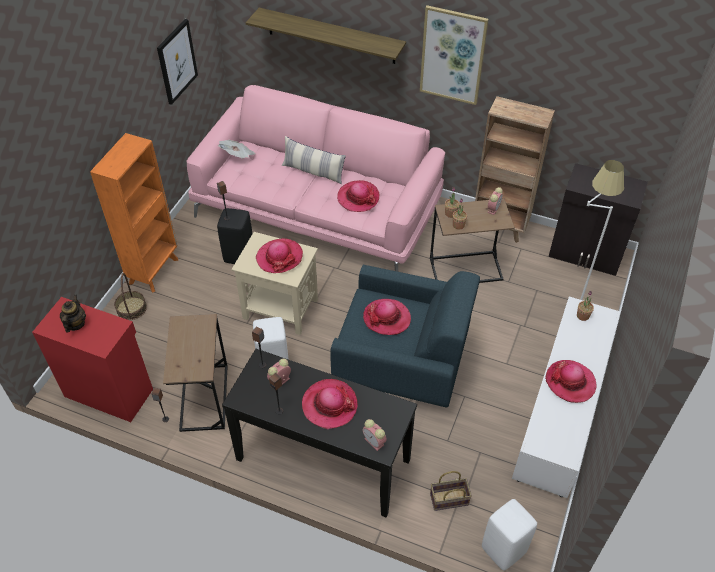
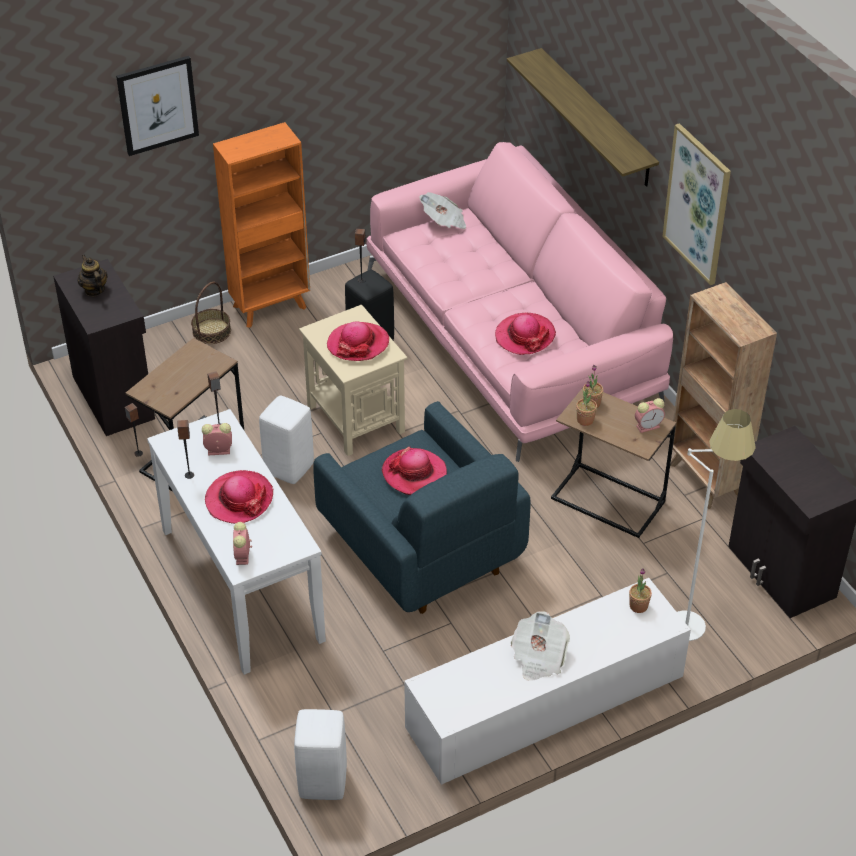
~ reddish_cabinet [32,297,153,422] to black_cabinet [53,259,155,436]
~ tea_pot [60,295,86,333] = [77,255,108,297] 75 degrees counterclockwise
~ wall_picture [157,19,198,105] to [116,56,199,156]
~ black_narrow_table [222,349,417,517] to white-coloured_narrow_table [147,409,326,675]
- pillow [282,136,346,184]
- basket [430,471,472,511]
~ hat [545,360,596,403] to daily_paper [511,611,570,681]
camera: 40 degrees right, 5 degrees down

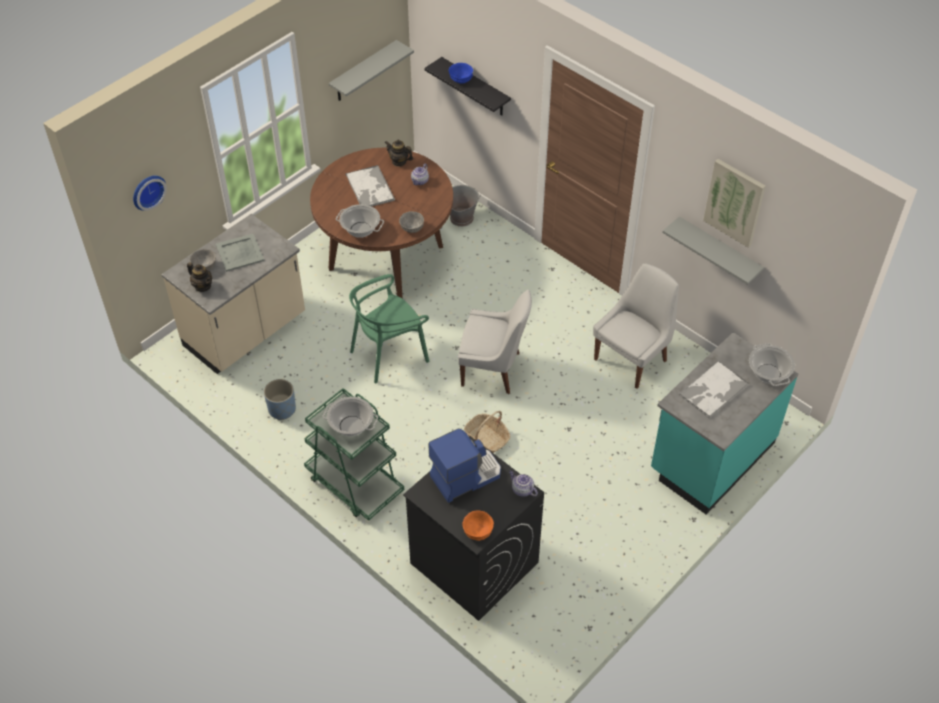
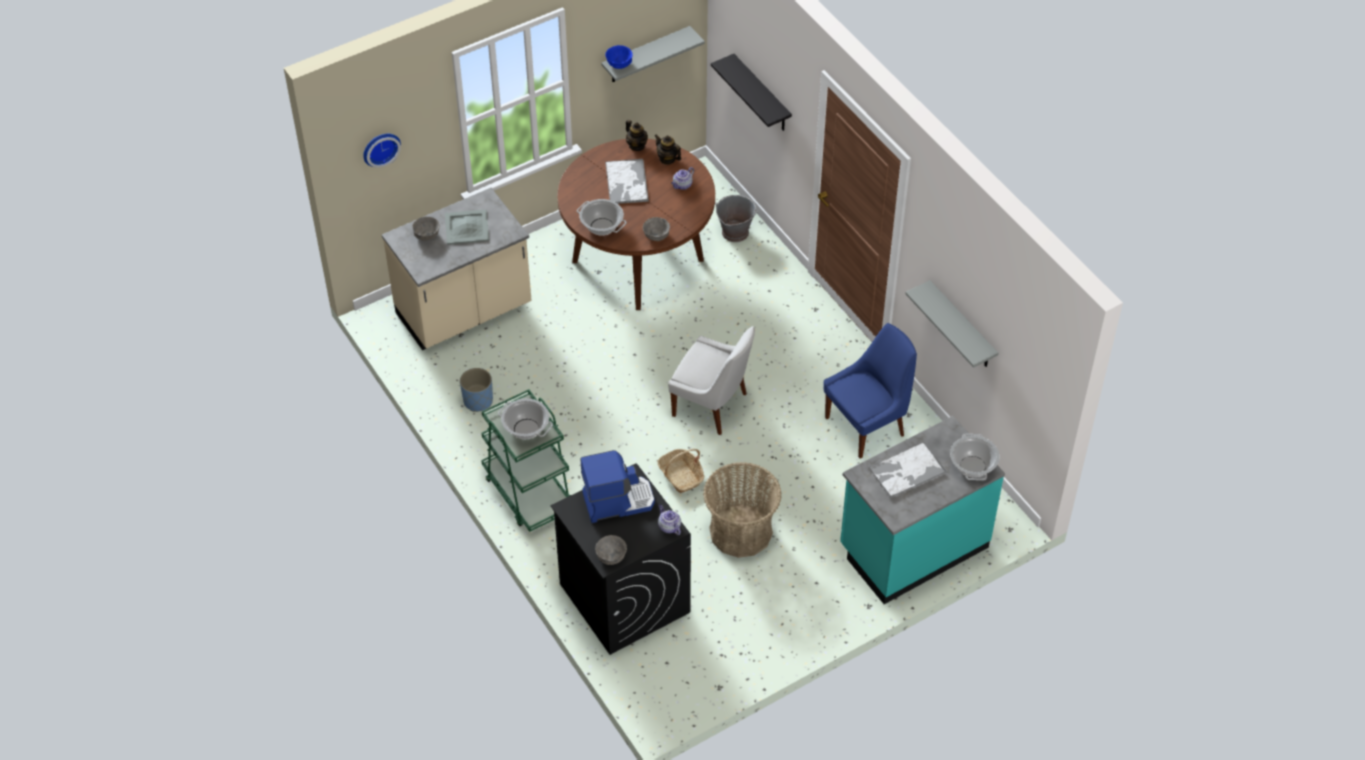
~ tea_pot [187,262,212,292] to [626,119,648,151]
- green-coloured_upright_chair [349,274,430,383]
~ blue-coloured_serving_bowl [449,63,473,84] to [605,45,633,69]
~ orange-coloured_serving_bowl [463,510,494,541] to gray_serving_bowl [595,535,627,565]
~ white-coloured_upright_chair [593,263,679,389] to blue-coloured_upright_chair [824,323,917,459]
- wall_picture [703,159,766,248]
+ basket [703,462,782,558]
camera: 15 degrees right, 0 degrees up

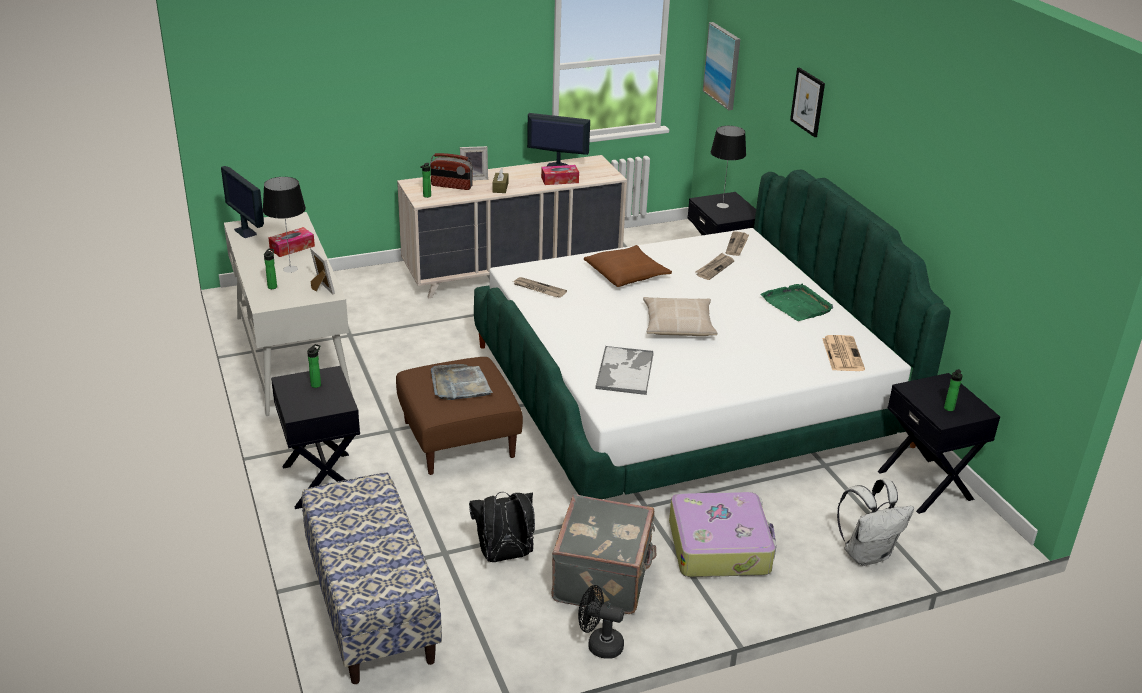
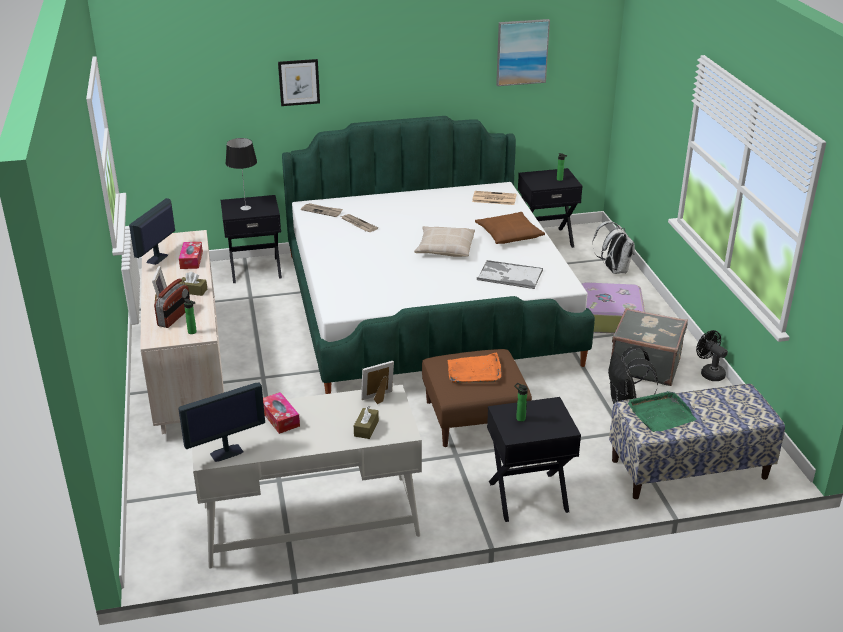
- lamp_for_a_table [263,177,306,273]
~ bottle [264,249,277,289] to brown-coloured_tissue_box [354,406,379,439]
~ gray_carrying_tray [431,364,493,400] to orange-coloured_carrying_tray [448,352,501,383]
- daily_paper [513,277,567,298]
~ black_electric_fan [578,585,624,659] = [696,330,728,381] 120 degrees clockwise
~ brown-coloured_pillow [584,245,672,287] to [475,212,545,244]
~ wall_picture [703,22,740,110] to [496,19,550,86]
~ green-coloured_carrying_tray [760,283,833,321] to [628,391,697,432]
camera: 80 degrees left, 0 degrees up

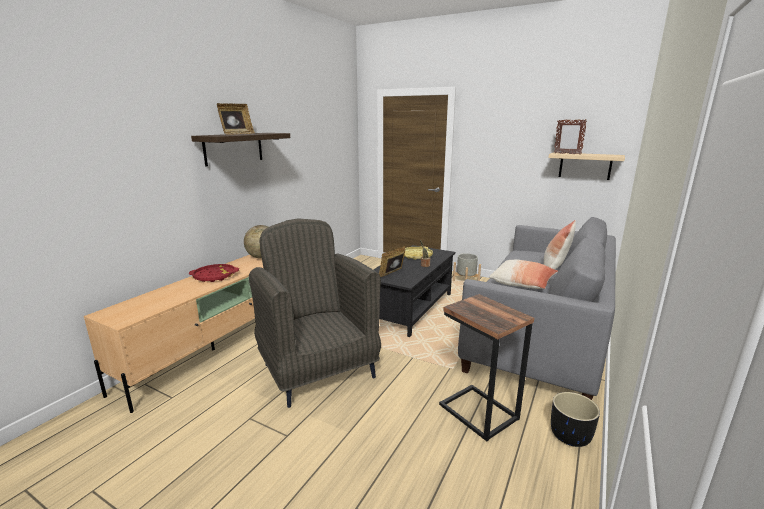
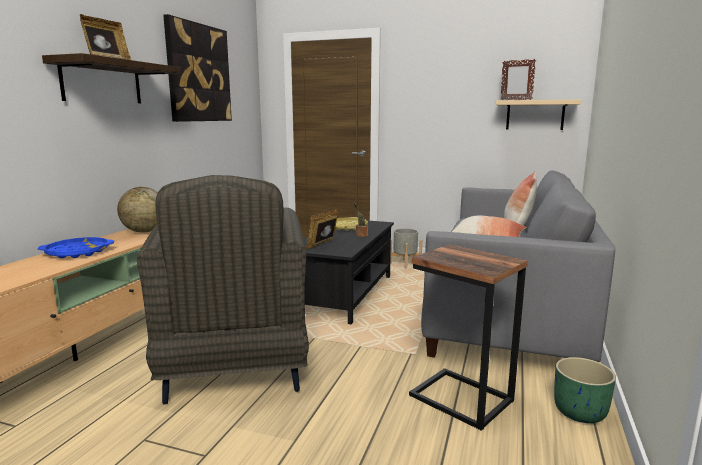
~ reddish_carrying_tray [189,264,239,282] to blue-coloured_carrying_tray [38,237,114,258]
~ gray_armchair [249,218,381,408] = [137,175,309,404] 150 degrees counterclockwise
~ black_planter [551,392,600,447] to green-coloured_planter [554,357,616,423]
+ wall_picture [163,14,232,122]
camera: 10 degrees left, 5 degrees down

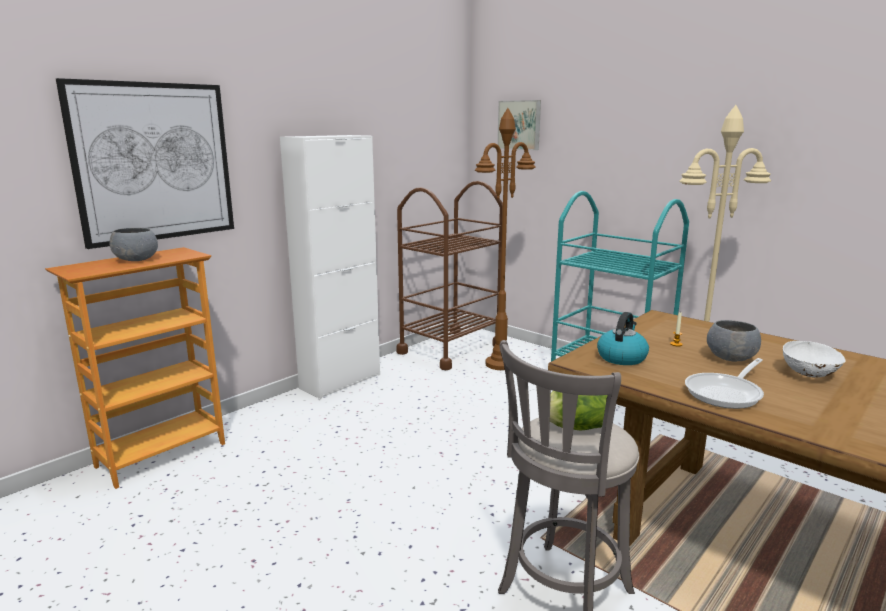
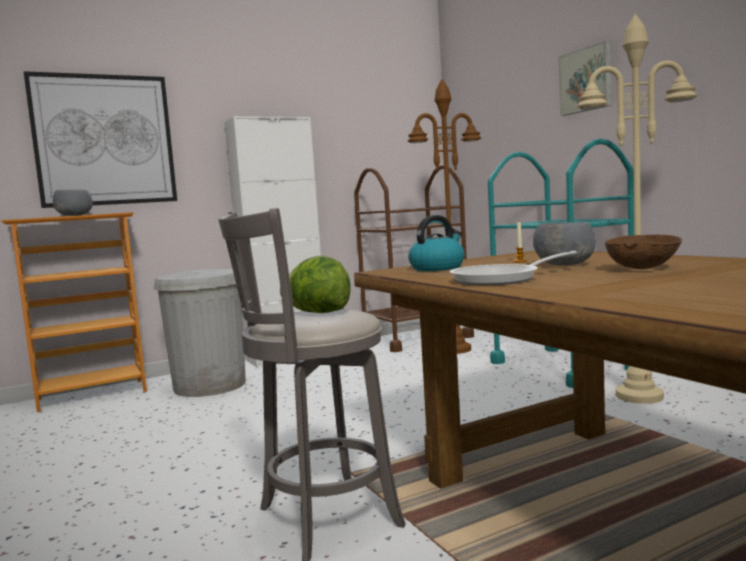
~ wall_picture [497,100,541,150] to [559,41,612,116]
~ white-coloured_serving_bowl [783,341,846,378] to brown-coloured_serving_bowl [605,234,683,269]
+ white-coloured_rubbish_bin [154,269,246,397]
camera: 20 degrees right, 10 degrees down

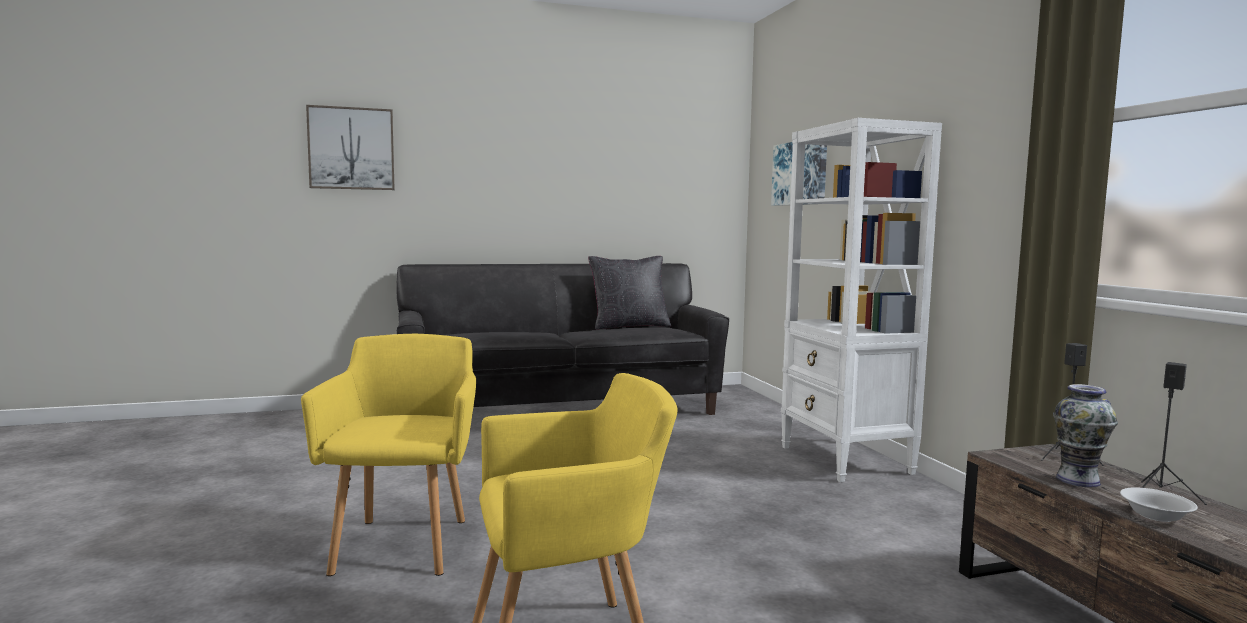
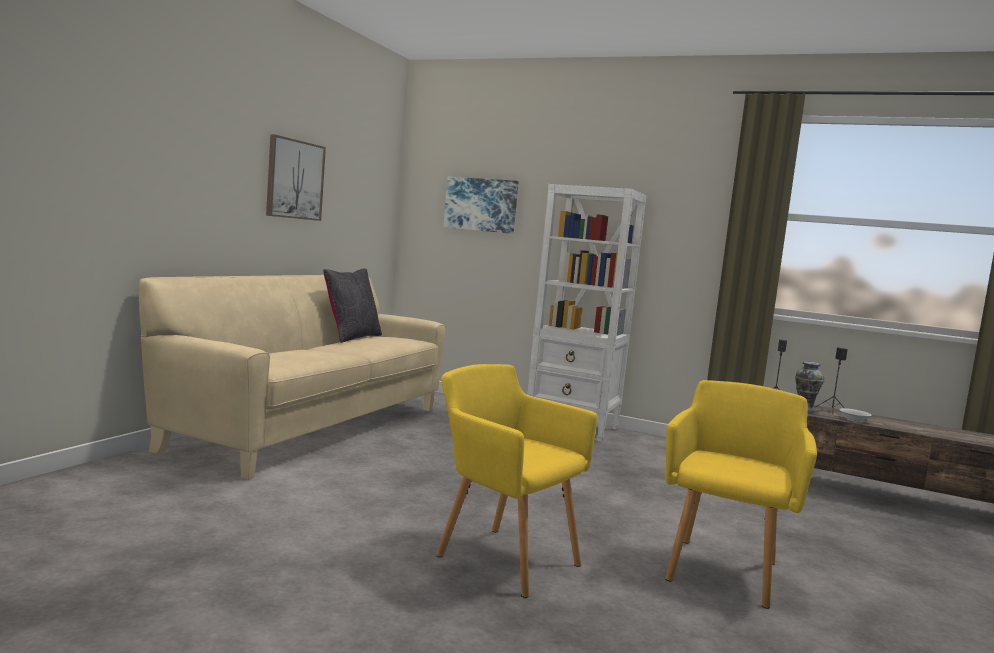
~ wall_picture [306,105,395,190] to [266,134,326,221]
~ black_sofa [396,263,729,415] to beige-coloured_sofa [139,275,446,480]
camera: 50 degrees left, 0 degrees up

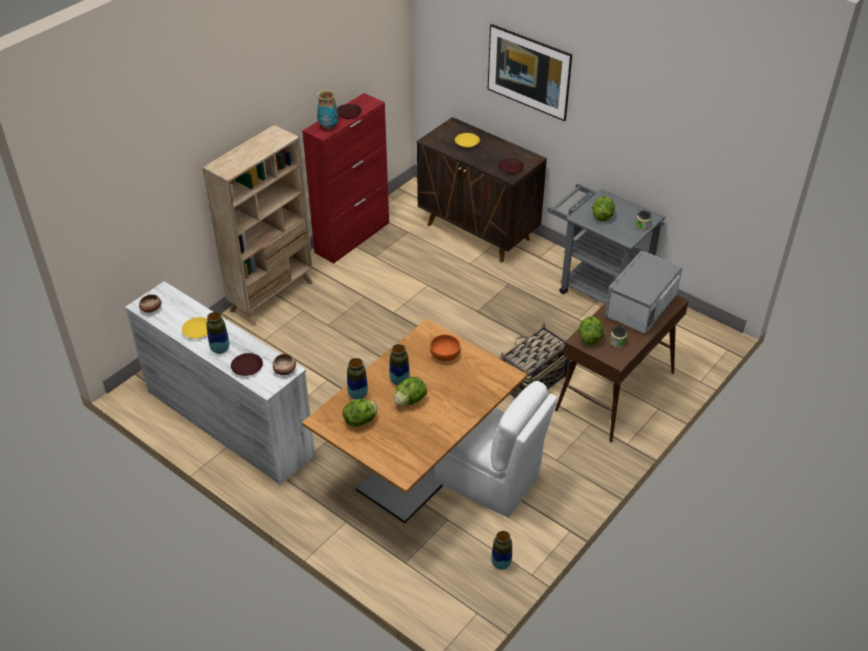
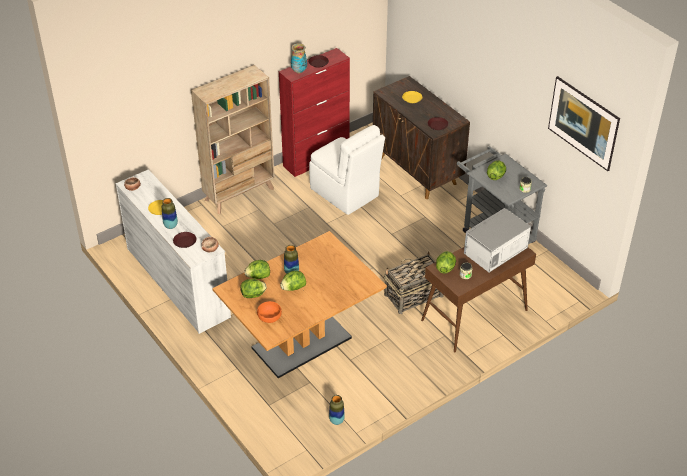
~ flower_vase [347,358,368,400] to head_of_lettuce [245,260,270,279]
~ orange-coloured_serving_bowl [430,335,461,361] to [257,301,282,323]
~ white-coloured_upright_chair [434,381,557,518] to [309,125,385,215]
~ wall_picture [488,24,572,121] to [548,76,620,171]
camera: 15 degrees right, 0 degrees up

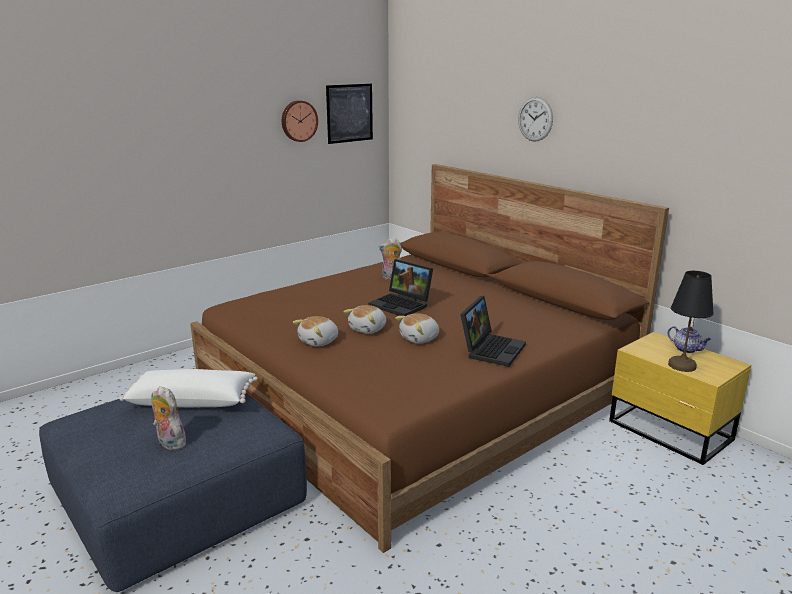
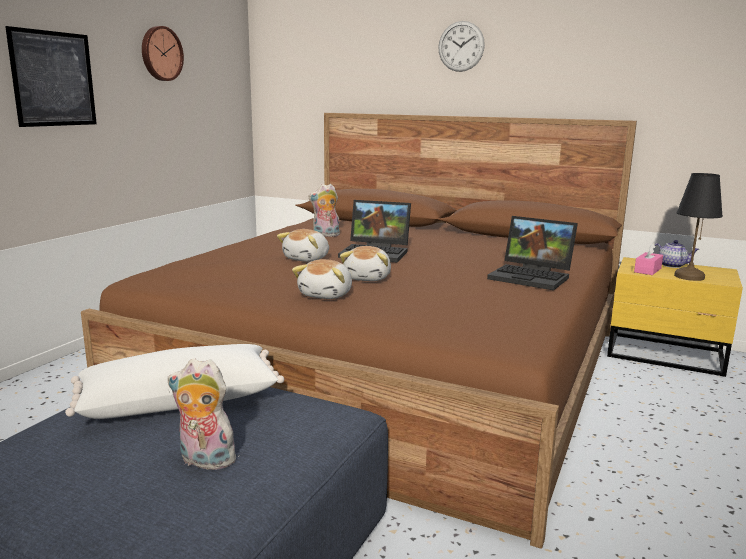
~ wall_picture [326,84,373,144] to [5,26,97,127]
~ soft_toy [395,313,439,344] to [277,229,329,262]
~ laptop [460,296,526,367] = [487,216,578,290] 120 degrees clockwise
+ pinkish_tissue_box [634,243,663,275]
camera: 25 degrees left, 5 degrees down

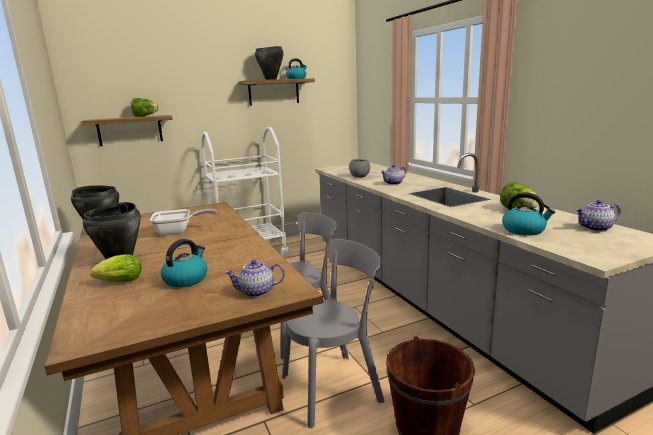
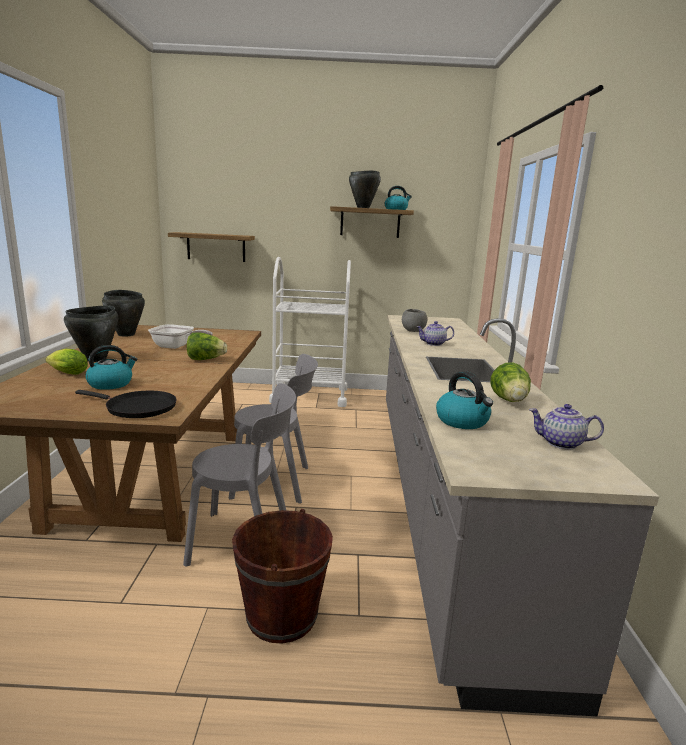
~ head_of_lettuce [131,98,159,117] to [187,333,227,360]
~ tea_pot [225,260,285,297] to black_skillet [75,390,177,418]
camera: 25 degrees right, 0 degrees up

